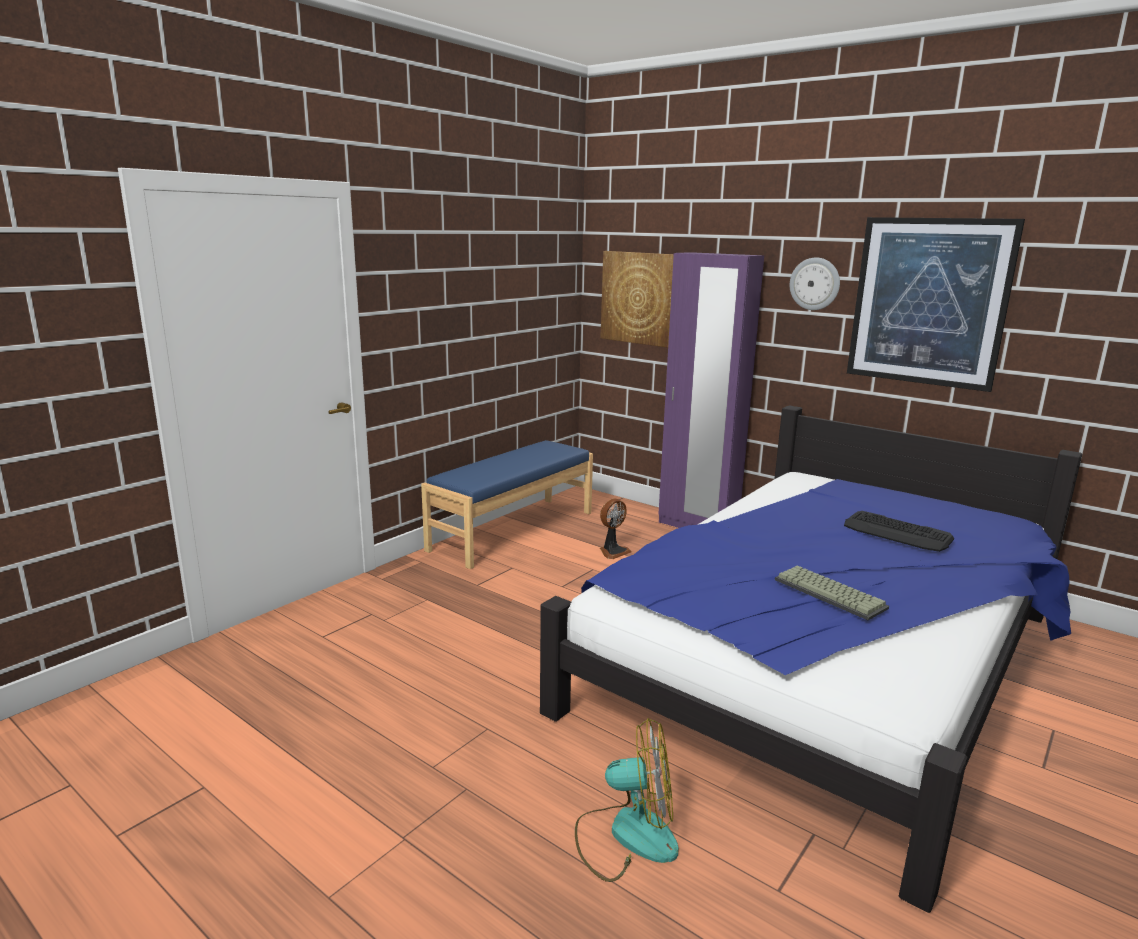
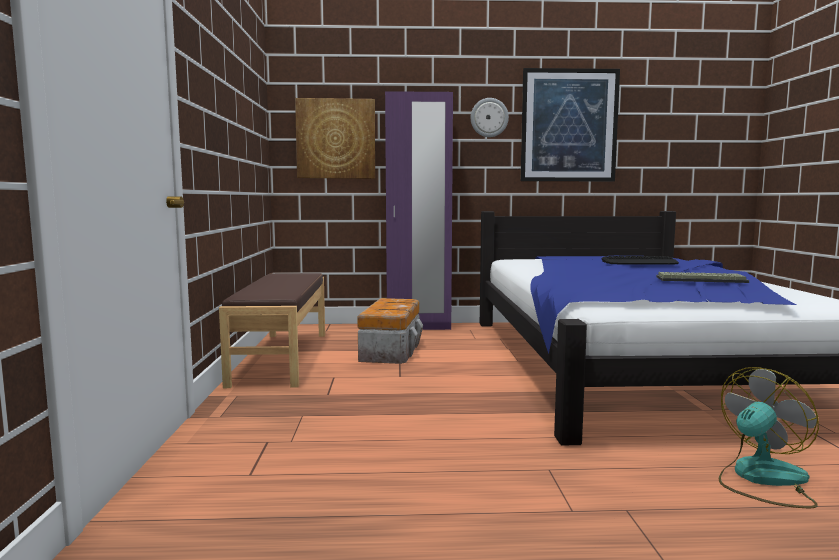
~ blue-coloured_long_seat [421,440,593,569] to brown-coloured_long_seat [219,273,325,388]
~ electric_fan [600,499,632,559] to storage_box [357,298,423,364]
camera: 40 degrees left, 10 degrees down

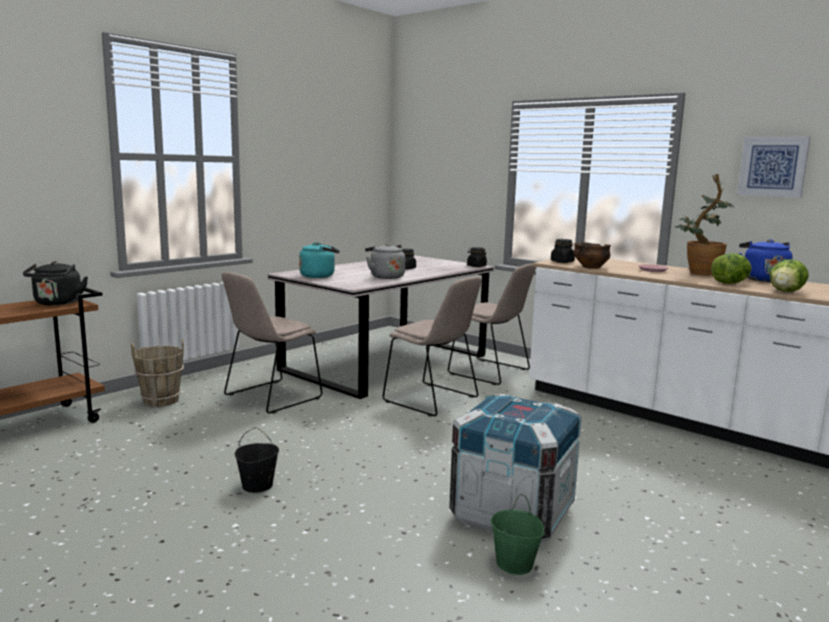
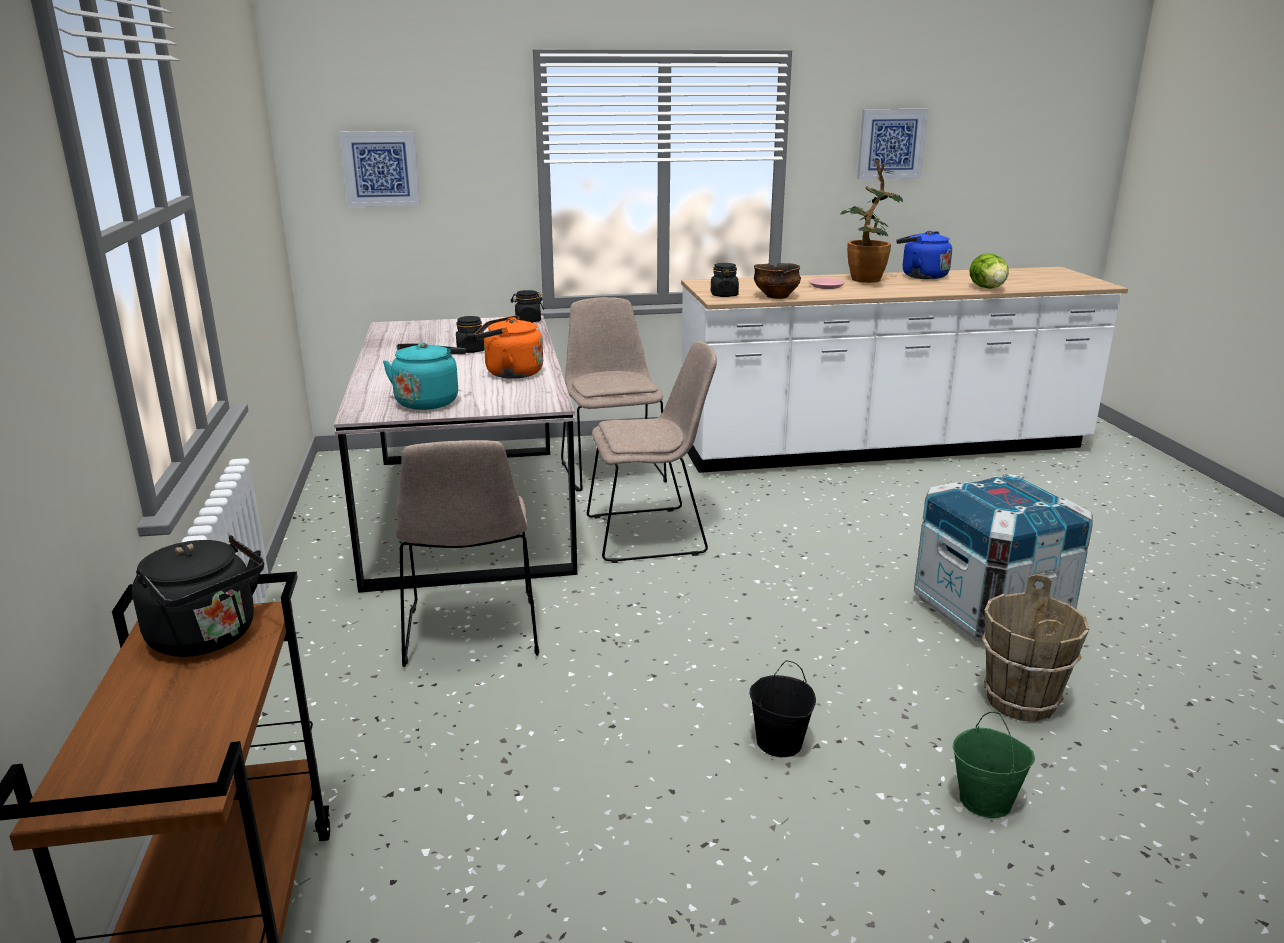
~ brown-coloured_pail [131,339,184,407] to [982,574,1089,722]
~ gray_kettle [365,243,405,279] to orange-coloured_kettle [475,315,543,379]
~ beige-coloured_upright_chair [448,263,536,385] = [561,297,667,491] 90 degrees counterclockwise
~ green-coloured_pail [491,494,544,575] to [953,712,1035,818]
- head_of_lettuce [711,253,752,284]
+ wall_picture [339,131,420,207]
camera: 50 degrees left, 10 degrees up

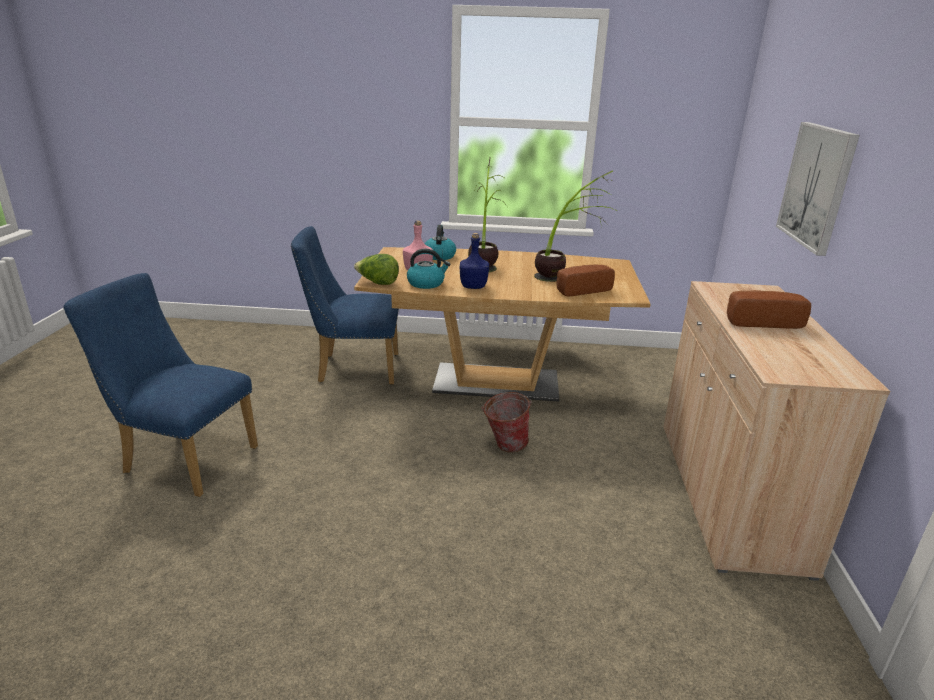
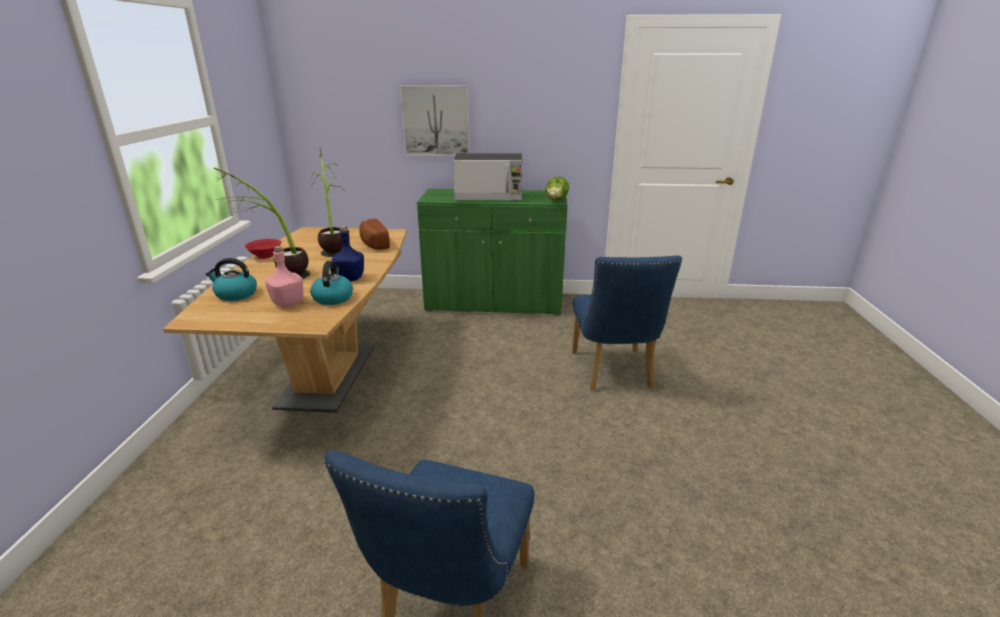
~ blue-coloured_upright_chair [291,226,399,385] to [572,255,682,391]
~ head_of_lettuce [354,254,399,285] to [545,177,569,201]
- pail [482,392,532,453]
~ beige-coloured_cabinet [664,281,890,581] to green-coloured_cabinet [417,189,567,316]
~ baked_bread [727,290,811,329] to microwave_oven [453,153,522,200]
+ reddish_serving_bowl [245,239,282,259]
camera: 90 degrees left, 0 degrees up

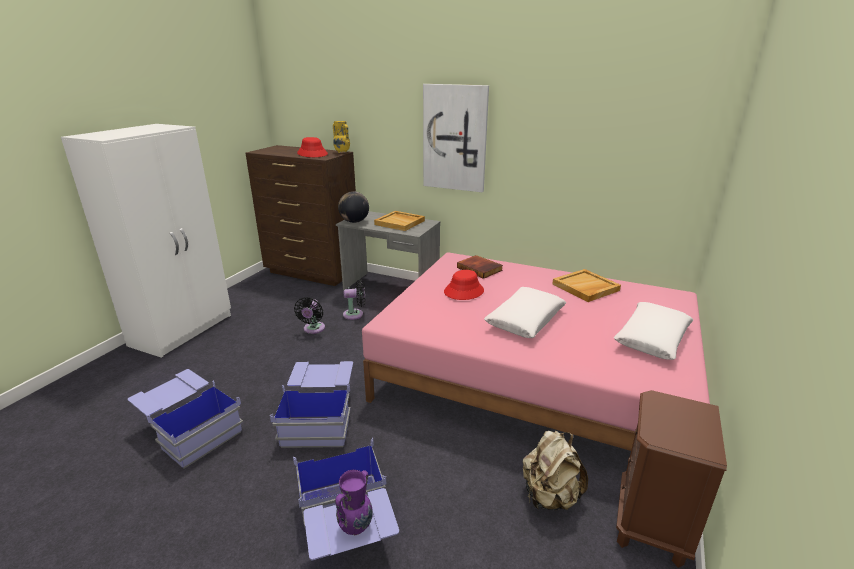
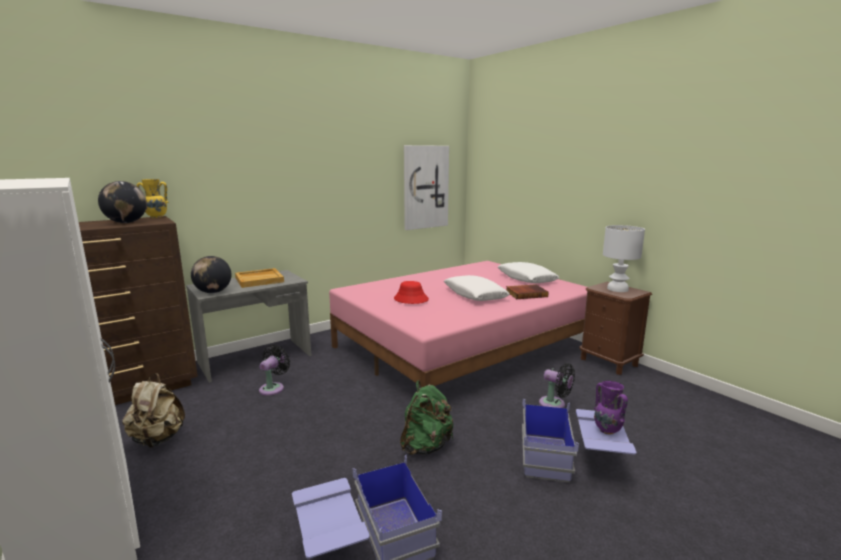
~ blue-coloured_storage_box [270,361,353,448] to green-coloured_backpack [400,380,454,455]
~ black_electric_fan [294,297,325,334] to [539,363,575,408]
~ reddish_hat [297,137,328,157] to world_globe [98,181,147,223]
~ wall_picture [423,84,489,192] to [404,145,449,230]
~ book [457,255,503,279] to [506,284,549,299]
~ beige-coloured_backpack [523,431,588,510] to [122,373,185,448]
- beige-coloured_carrying_tray [552,269,621,302]
+ white-coloured_lamp_for_a_table [603,225,645,292]
camera: 60 degrees left, 10 degrees down

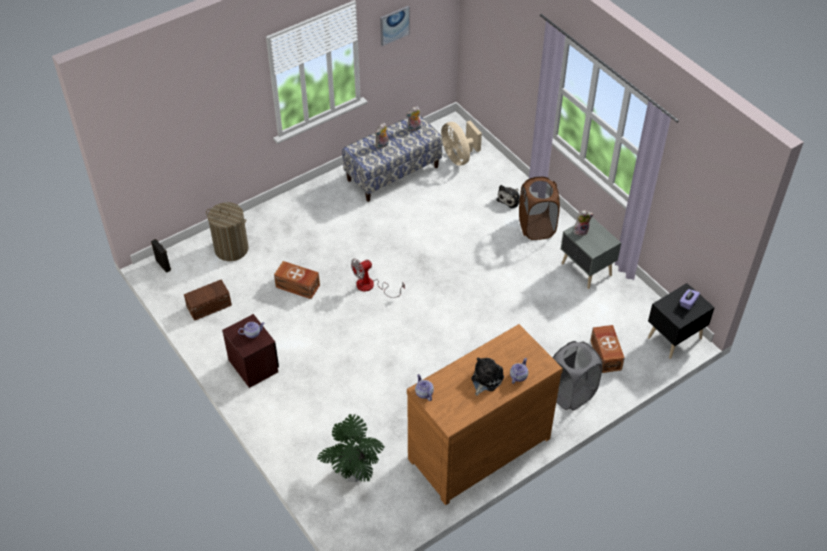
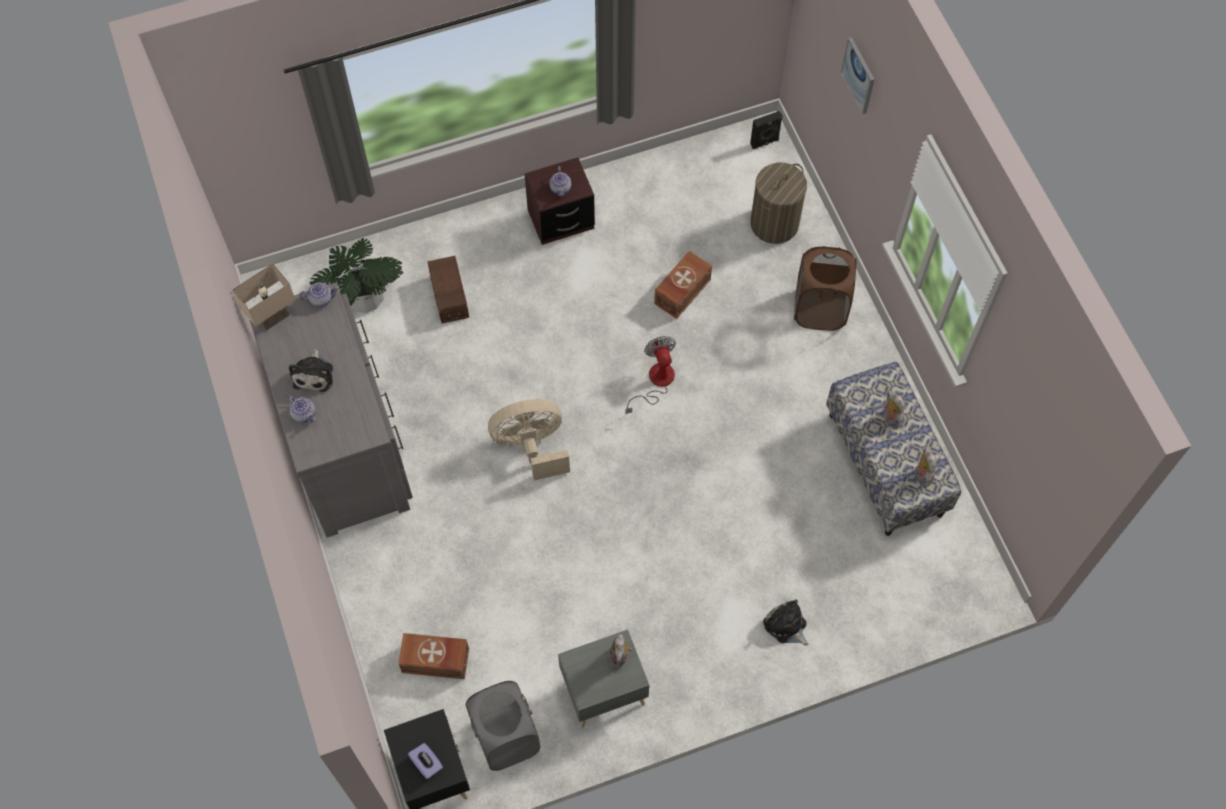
~ brown-coloured_storage_box [184,279,232,321] to [427,256,469,324]
~ wall_picture [380,6,410,46] to [841,37,875,114]
~ brown-coloured_drawer_chest [407,324,563,505] to gray_drawer_chest [250,283,413,537]
~ beige-coloured_electric_fan [441,121,482,166] to [488,399,570,480]
~ soft_toy [471,358,504,396] = [289,348,333,392] 45 degrees clockwise
~ brown-coloured_washing_basket [519,177,560,240] to [794,246,857,331]
~ gray_washing_basket [553,341,603,410] to [466,681,540,771]
+ beige-coloured_lamp_for_a_table [232,263,295,331]
camera: 105 degrees right, 15 degrees up

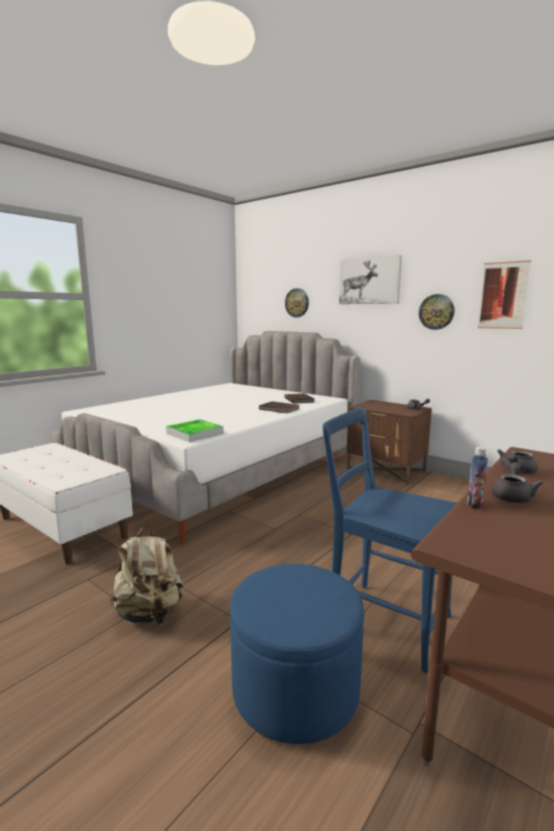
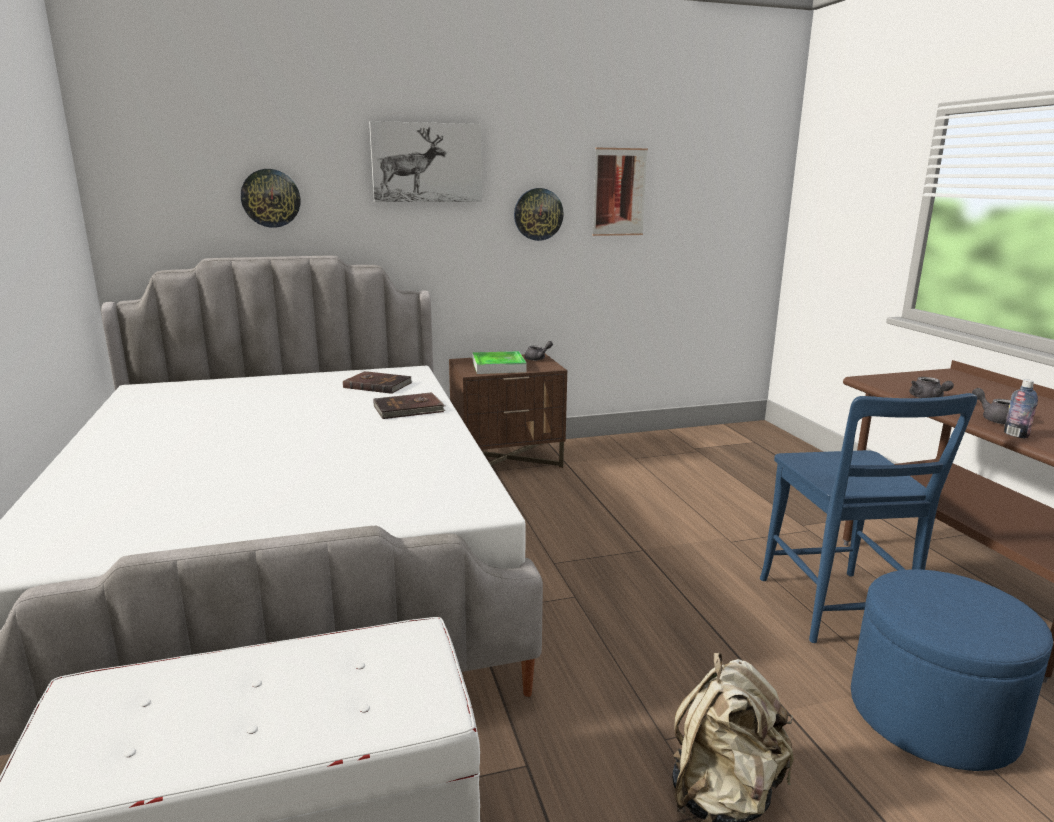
~ carrying_tray [166,419,224,442] to [473,351,527,374]
~ blue-coloured_upright_chair [323,407,457,673] = [760,393,977,643] 75 degrees counterclockwise
camera: 55 degrees left, 5 degrees up

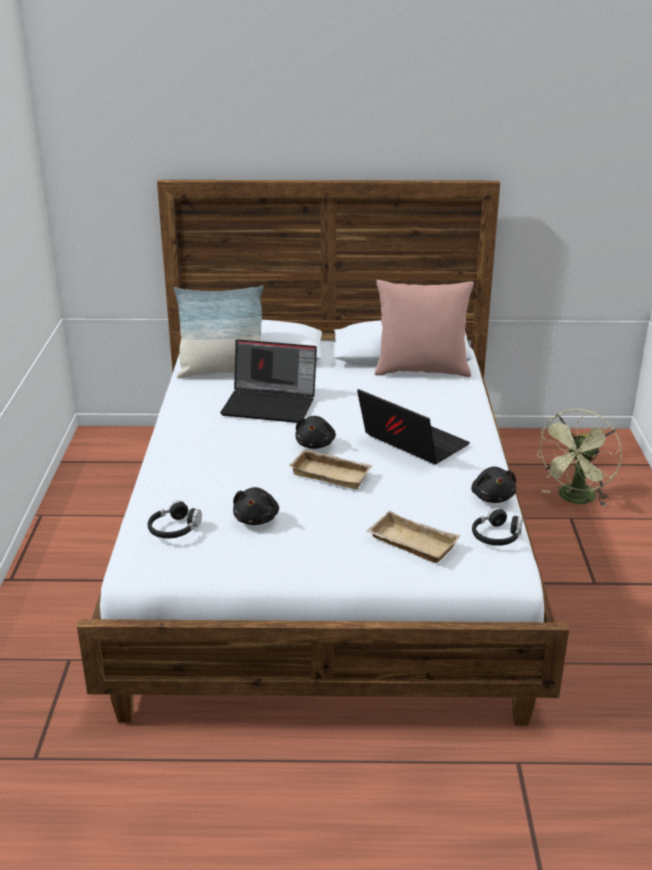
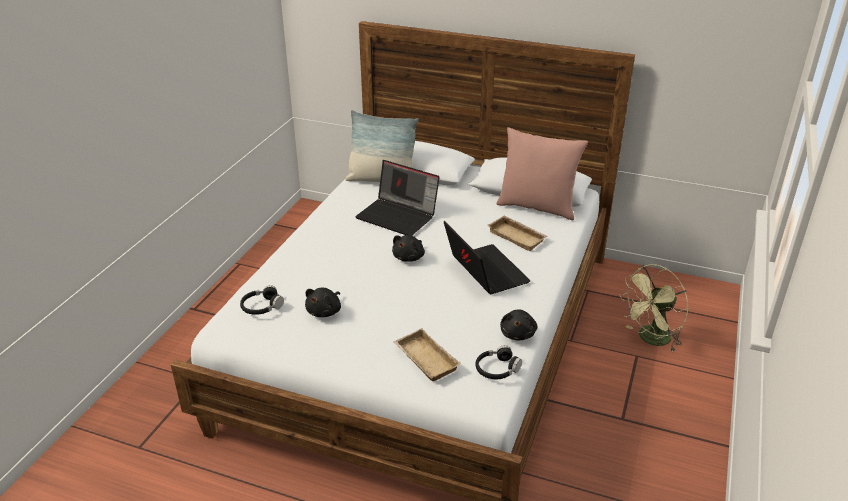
~ beige-coloured_carrying_tray [289,449,373,489] to [487,215,548,251]
camera: 20 degrees right, 5 degrees up

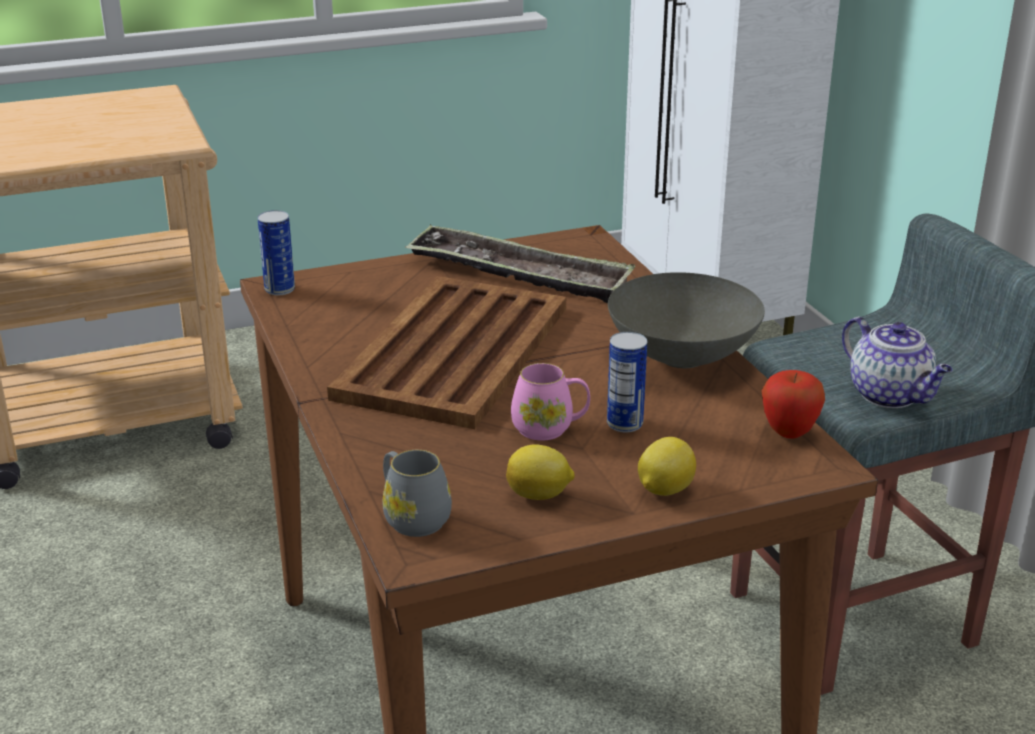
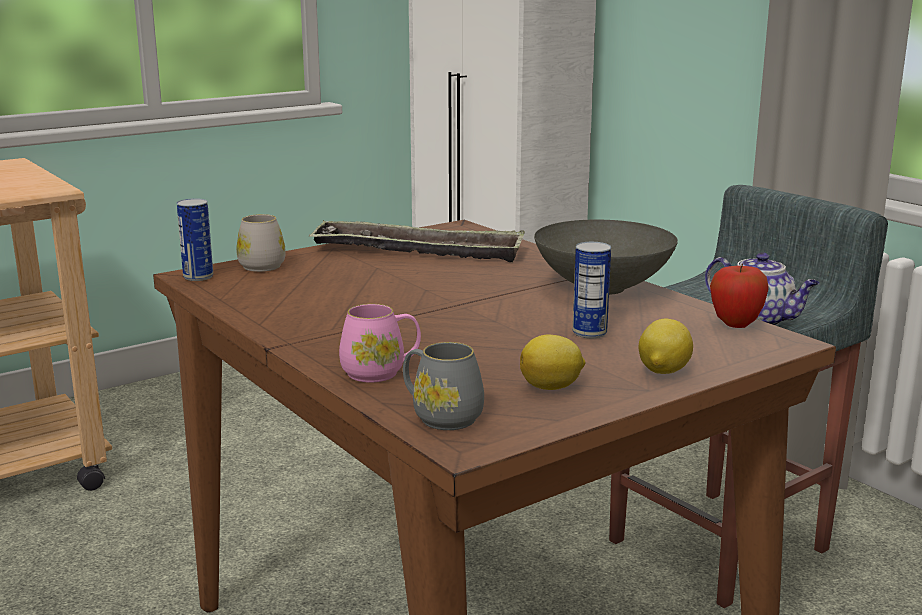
- brown-coloured_carrying_tray [327,276,566,429]
~ pinkish_tea_mug [511,363,590,441] to [339,304,421,383]
+ white-coloured_tea_mug [236,214,286,272]
camera: 15 degrees left, 10 degrees down

